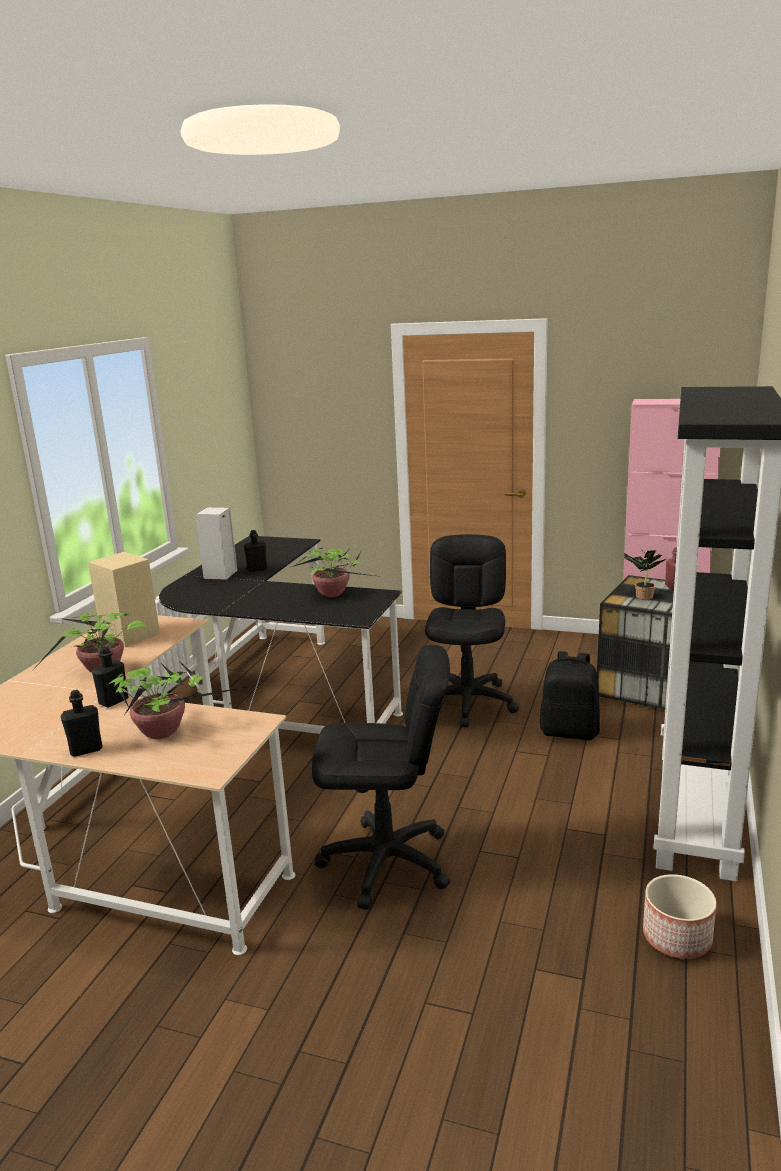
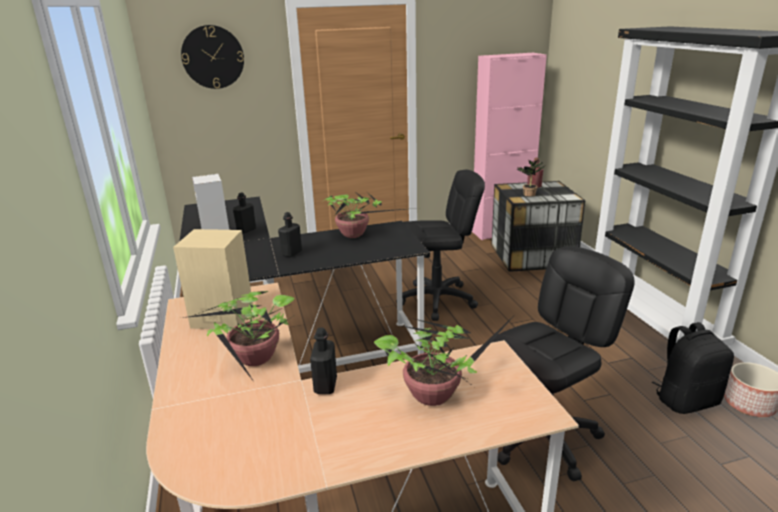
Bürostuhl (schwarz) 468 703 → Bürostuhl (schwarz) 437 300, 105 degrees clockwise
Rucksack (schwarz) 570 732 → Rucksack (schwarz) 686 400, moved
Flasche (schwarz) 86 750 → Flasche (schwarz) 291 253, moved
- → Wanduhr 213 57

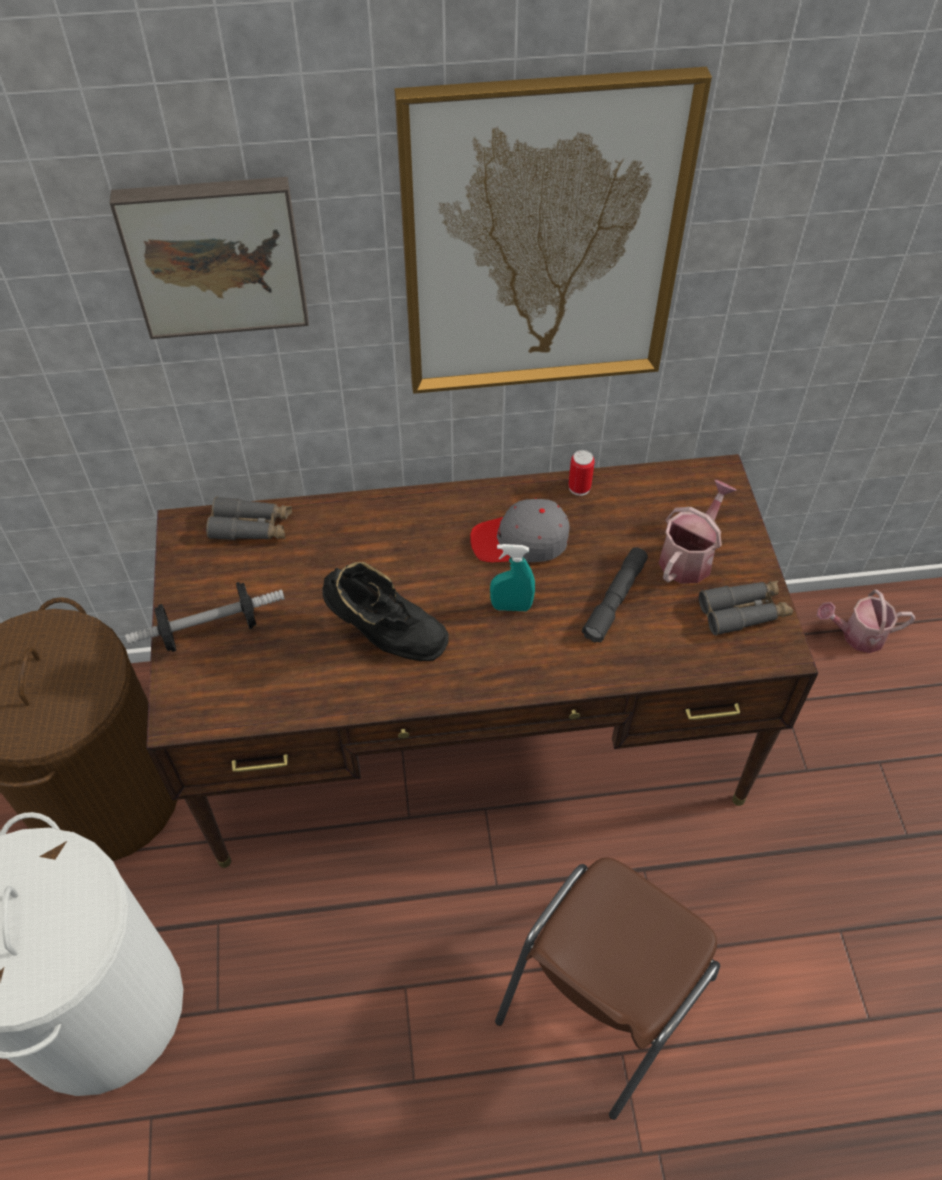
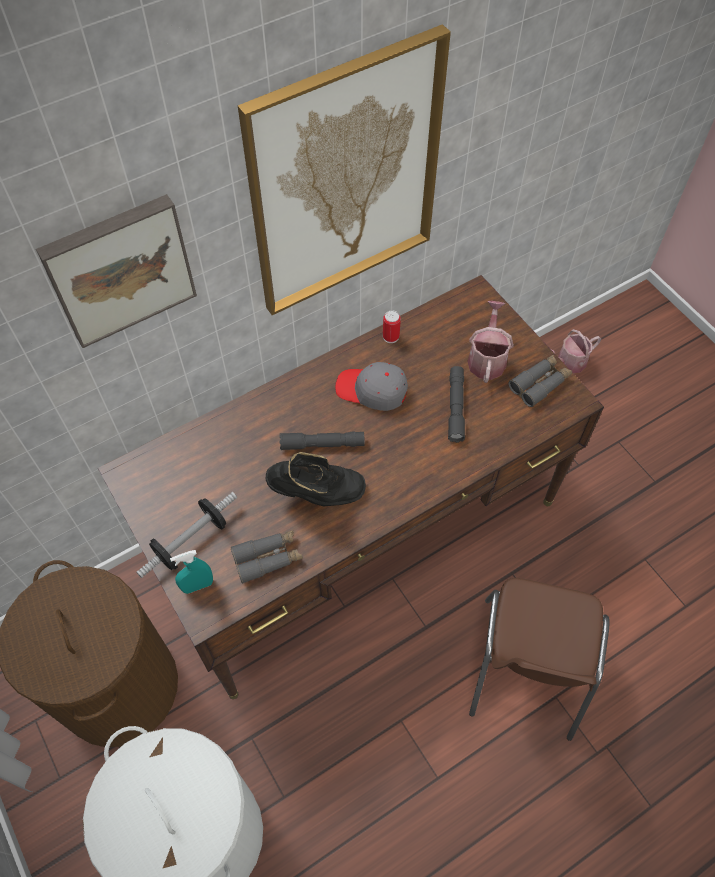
Fernglas (grau) 252 527 → Fernglas (grau) 268 558, moved
Kappe (grau) 520 541 → Kappe (grau) 372 390, 45 degrees clockwise
Sprühflasche (türkis) 511 607 → Sprühflasche (türkis) 197 586, moved
- → Taschenlampe (grau) 322 444

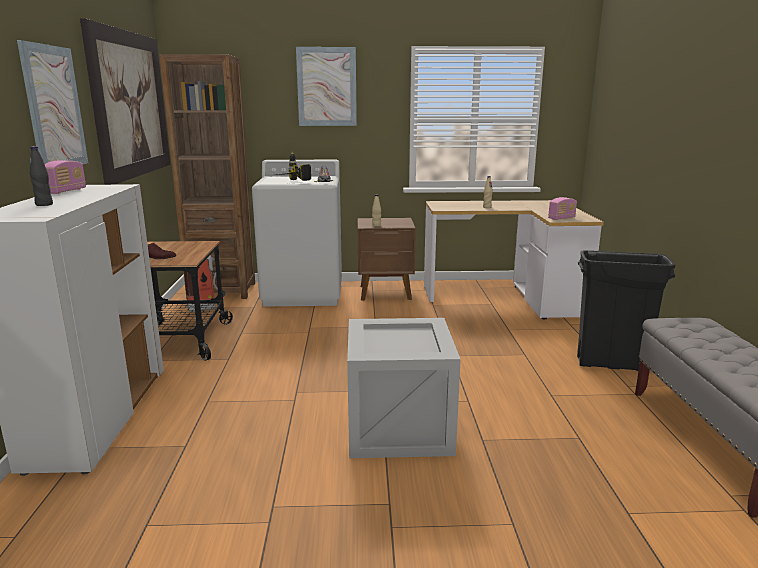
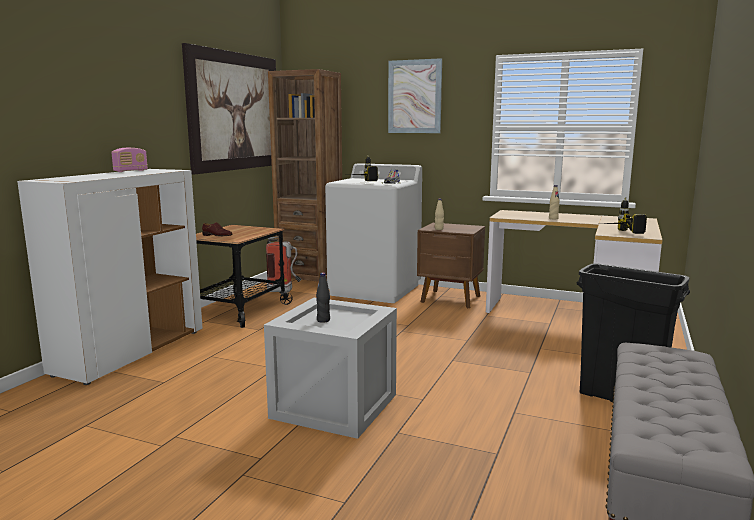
Bild 54 108 → -
Flasche (schwarz) 44 204 → Flasche (schwarz) 323 320, moved
Radio 561 218 → Bohrmaschine 616 233

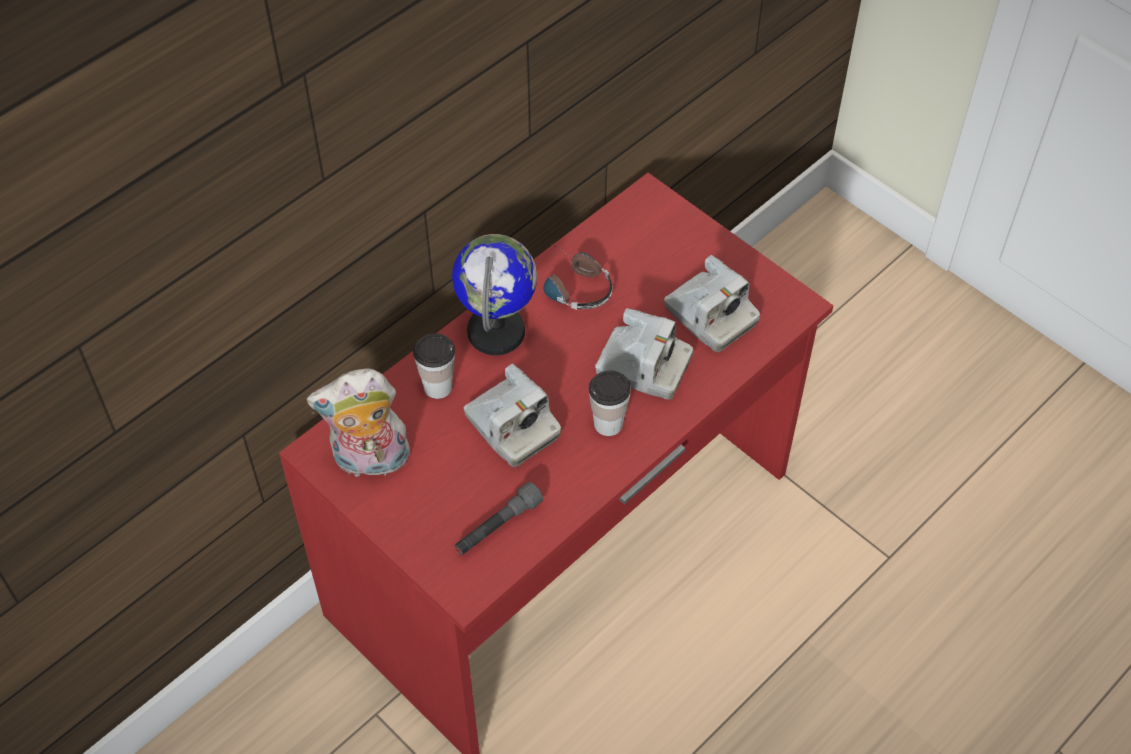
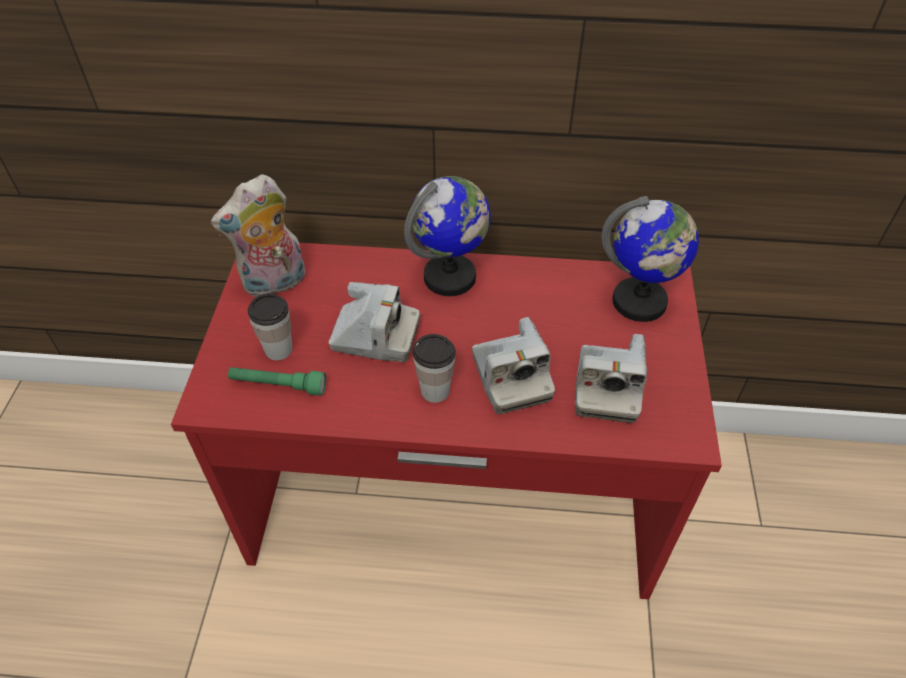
Kopfhörer 571 285 → -
Tasse 438 387 → Tasse 278 349, moved
Kamera 511 427 → Kamera 375 337, 90 degrees counterclockwise
Plüschtier 370 461 → Plüschtier 274 284, 75 degrees counterclockwise
Taschenlampe (grau) 497 526 → Taschenlampe (grün) 278 385
- → Globus 639 302

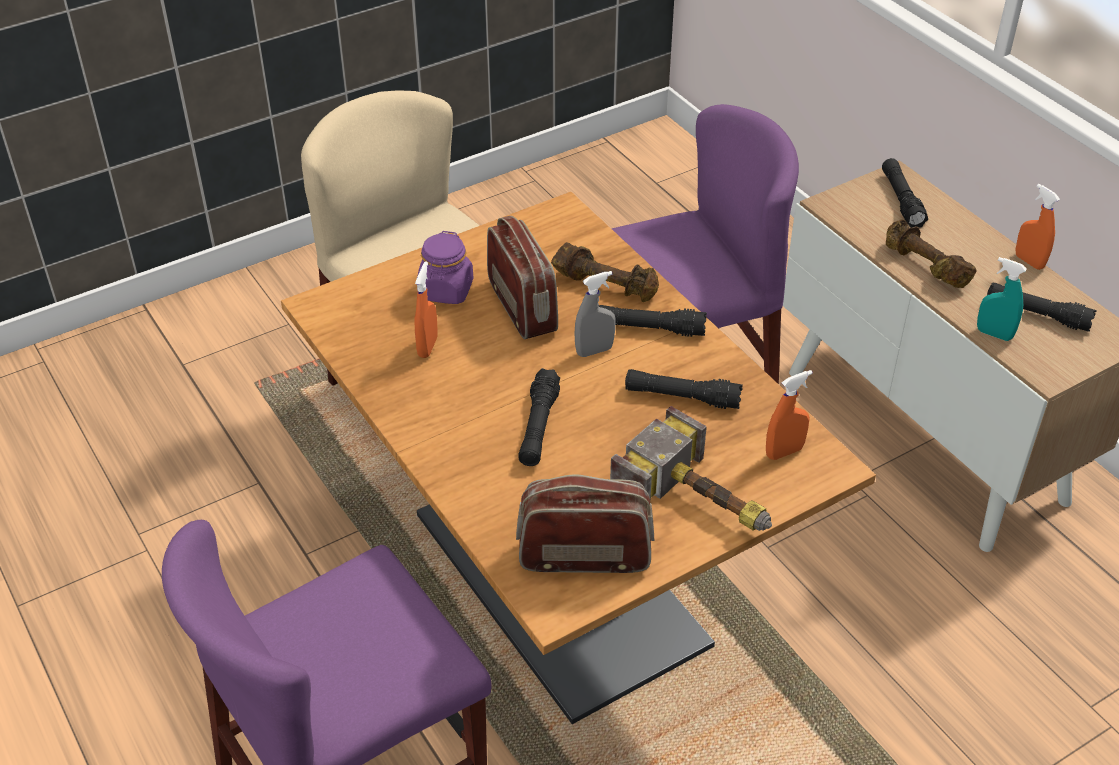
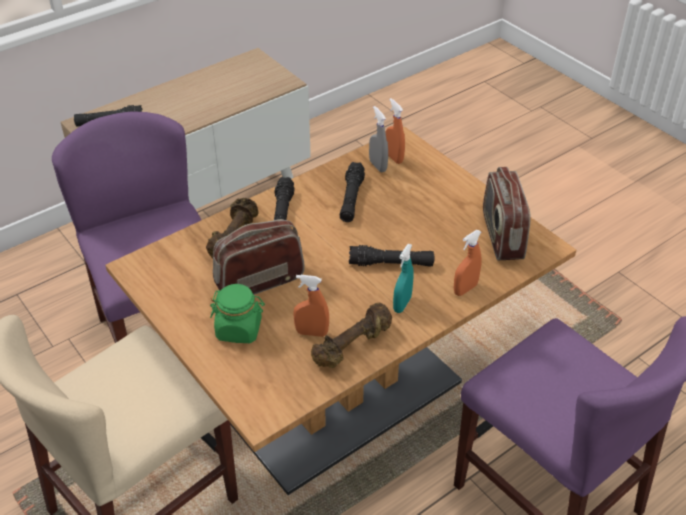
Sprühflasche (orange) 1029 261 → Sprühflasche (orange) 465 289, moved
Hantel (braun) 924 266 → Hantel (braun) 353 346, moved
Vorratsglas (lila) 446 290 → Vorratsglas (grün) 239 329
Sprühflasche (türkis) 994 334 → Sprühflasche (türkis) 402 304, moved
Sprühflasche (grau) 594 351 → Sprühflasche (grau) 378 166, moved
Taschenlampe (schwarz) 1037 314 → -
Hammer 702 502 → -

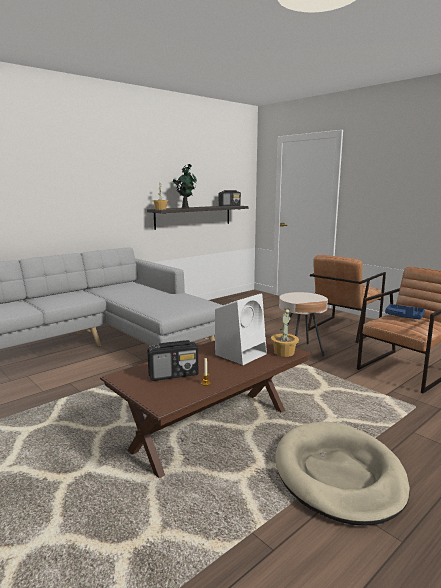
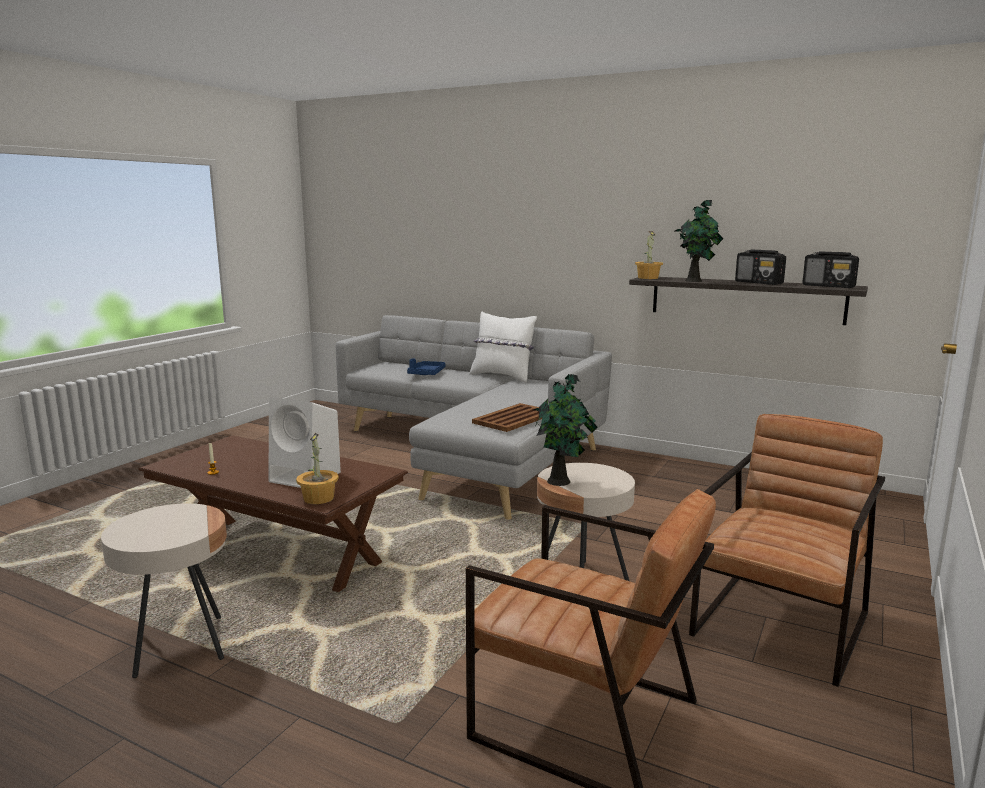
Sessel (braun) 343 329 → Sessel (braun) 781 624, 105 degrees clockwise
Tablett (blau) 404 316 → Tablett (blau) 426 374, moved
Radio 174 375 → Radio 759 283, moved
Hundebett (beige) 338 474 → Beistelltisch (beige) 179 646
- → Kissen (weiß) 502 376
- → Topfpflanze 561 481
- → Tablett (braun) 513 419

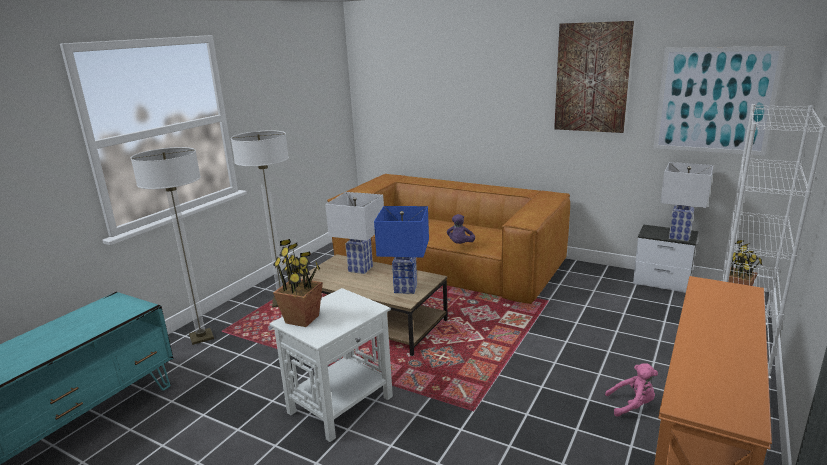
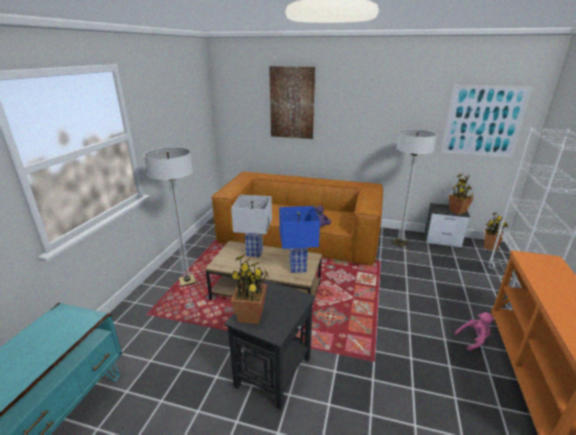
Bild 592 78 → Bild 292 103, moved
Stehlampe 201 337 → Stehlampe 399 243, moved
Tischlampe (weiß) 680 237 → Topfpflanze 457 211
Beistelltisch (weiß) 341 404 → Beistelltisch (schwarz) 274 371

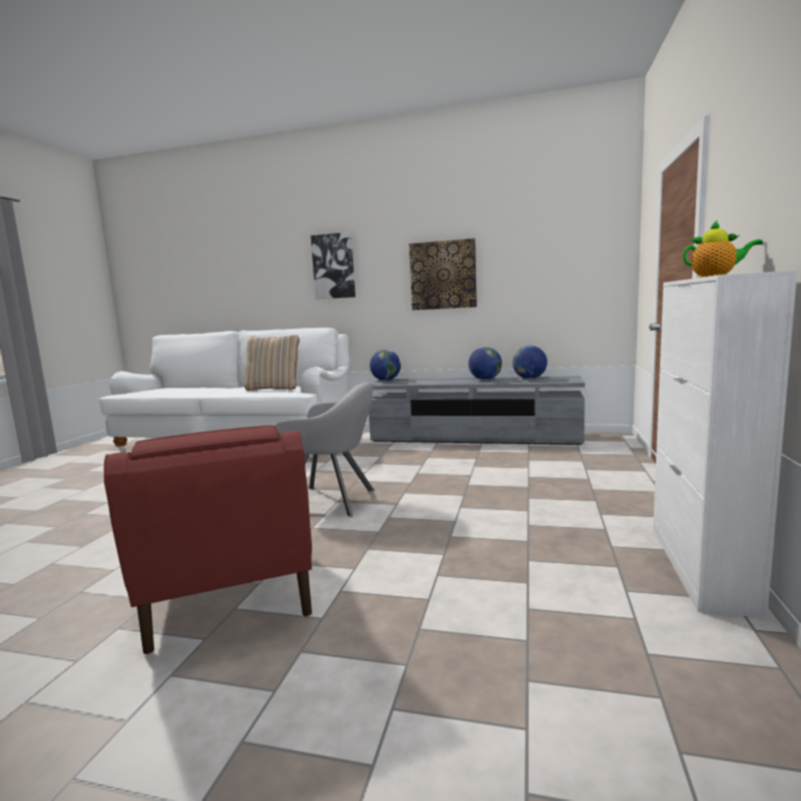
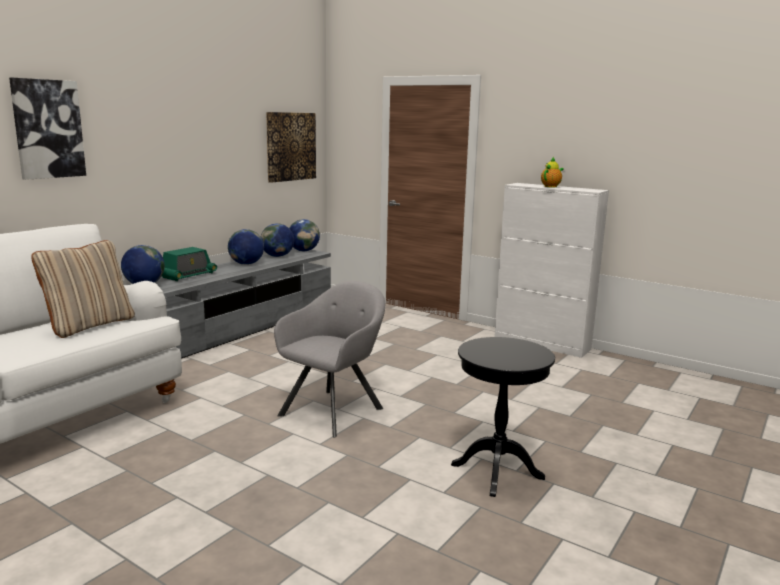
Bild 443 275 → Bild 290 146, moved
Sessel (rot) 230 596 → Beistelltisch (schwarz) 497 471
- → Globus 304 251
- → Radio 188 275

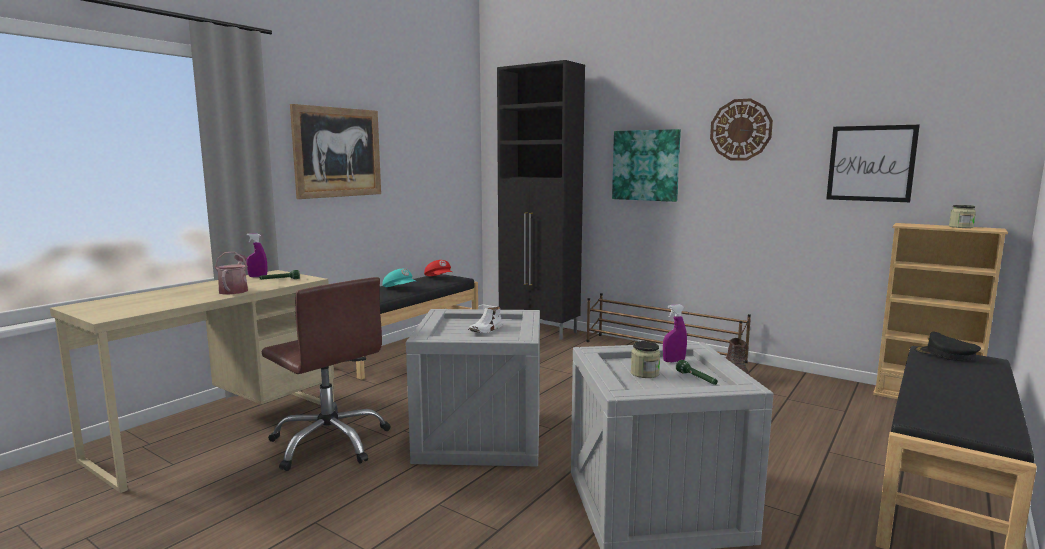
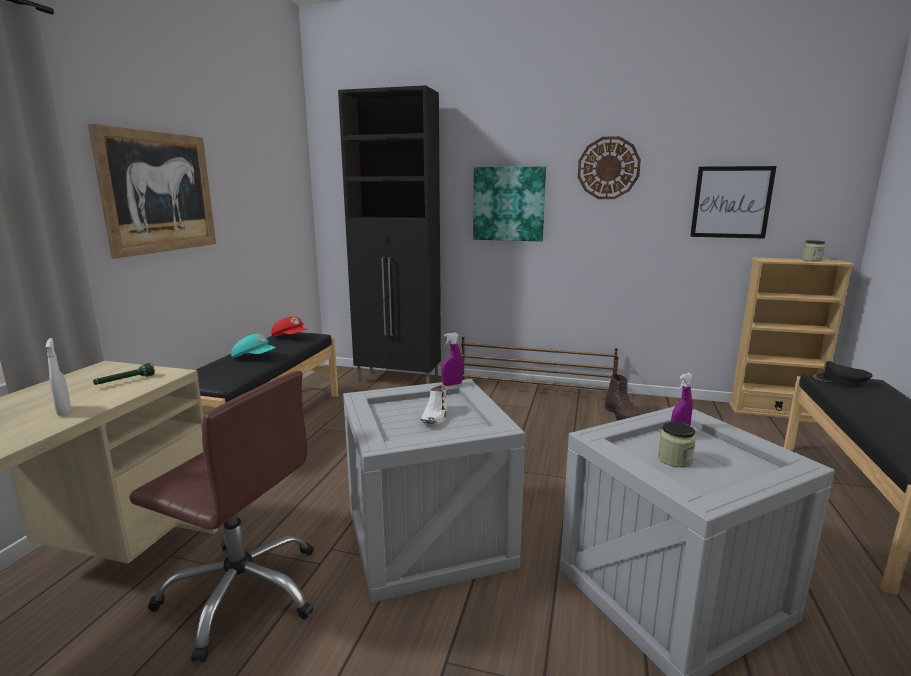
Sprühflasche (lila) 258 277 → Sprühflasche (lila) 452 384, moved
Gießkanne 234 290 → Sprühflasche (weiß) 64 411
Taschenlampe (grün) 697 379 → -

